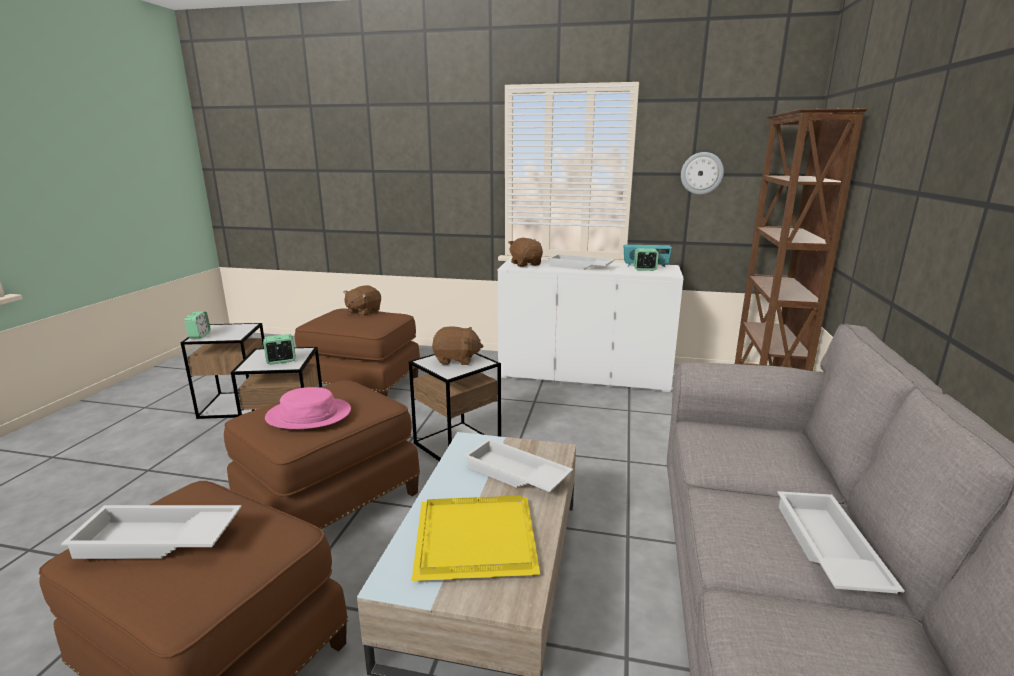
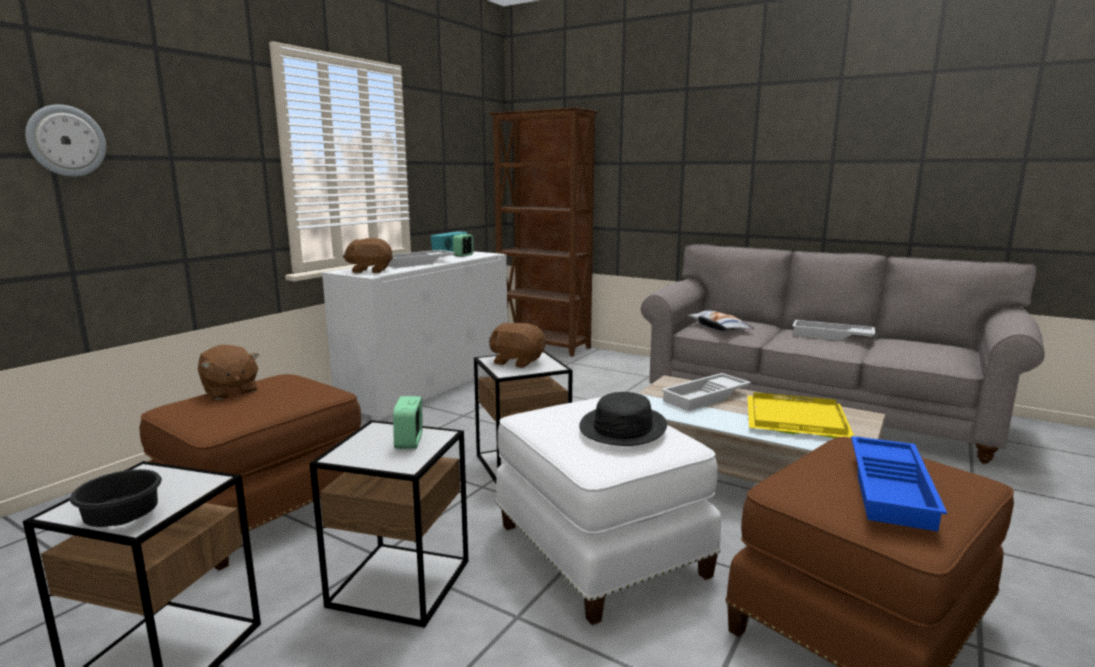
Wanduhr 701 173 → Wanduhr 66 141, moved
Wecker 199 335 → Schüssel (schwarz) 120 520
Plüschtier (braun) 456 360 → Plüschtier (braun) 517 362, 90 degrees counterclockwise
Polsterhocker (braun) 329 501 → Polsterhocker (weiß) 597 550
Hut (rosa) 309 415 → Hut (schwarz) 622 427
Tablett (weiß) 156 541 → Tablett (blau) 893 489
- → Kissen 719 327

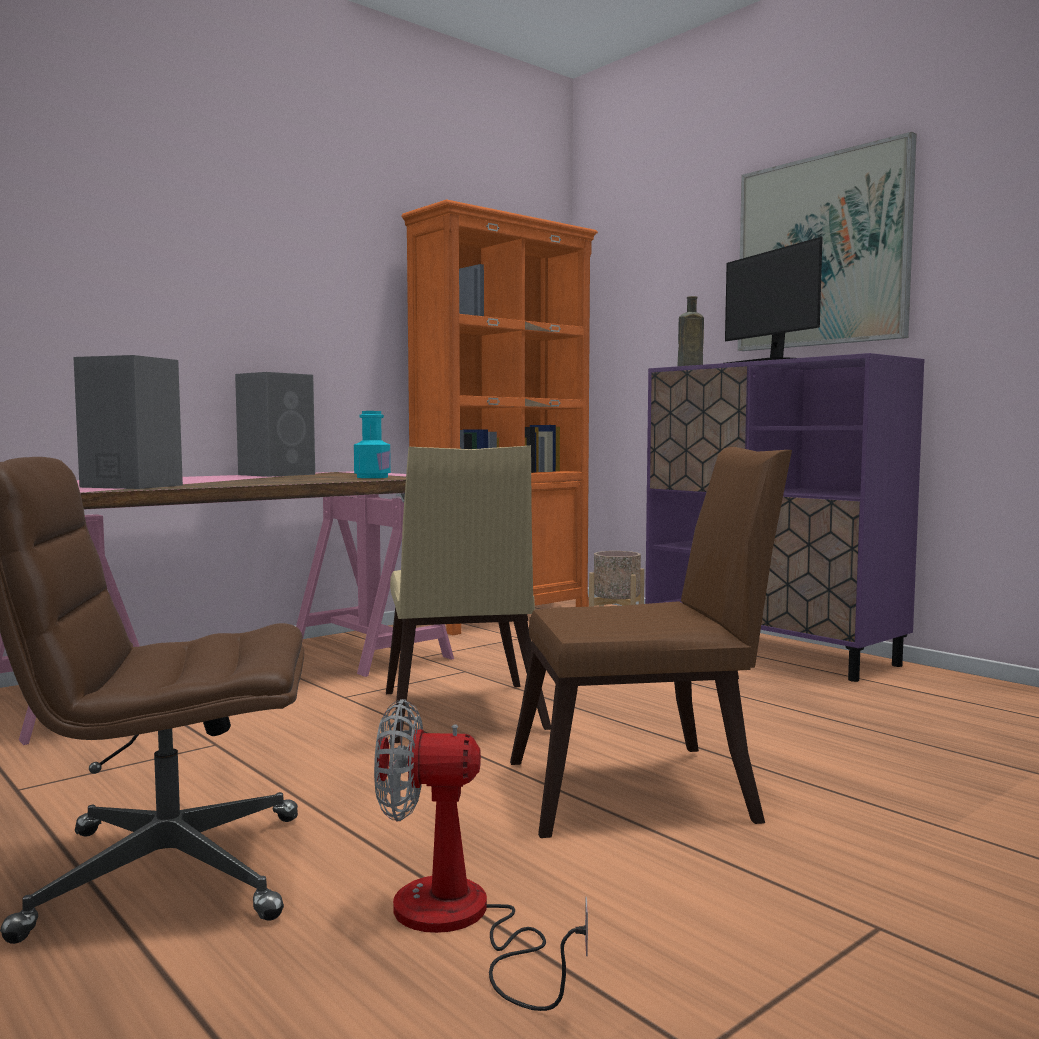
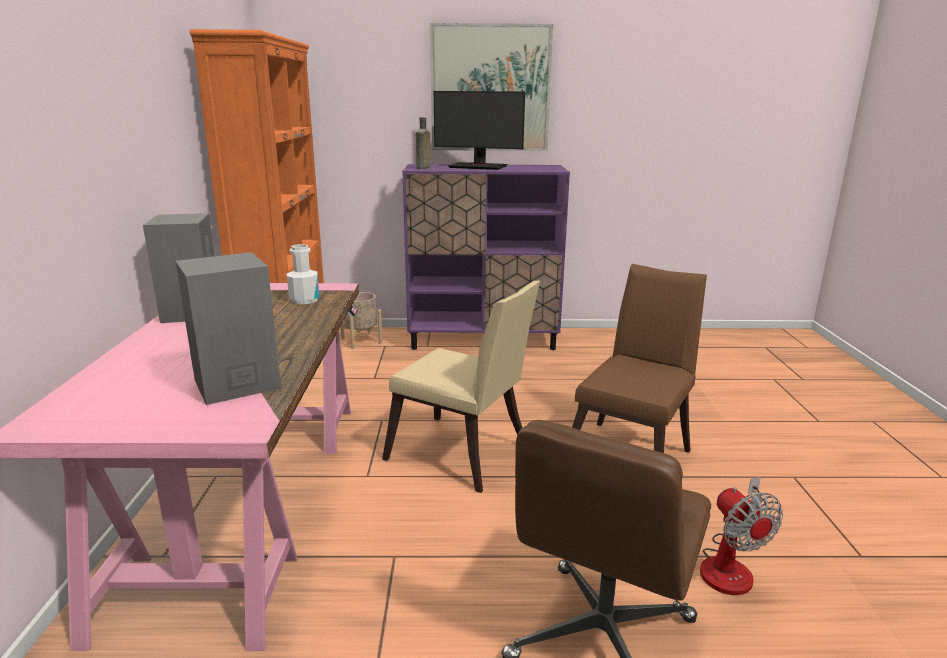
Flasche (türkis) 372 477 → Flasche (weiß) 304 300
Ventilator 459 923 → Ventilator 731 565, 60 degrees counterclockwise

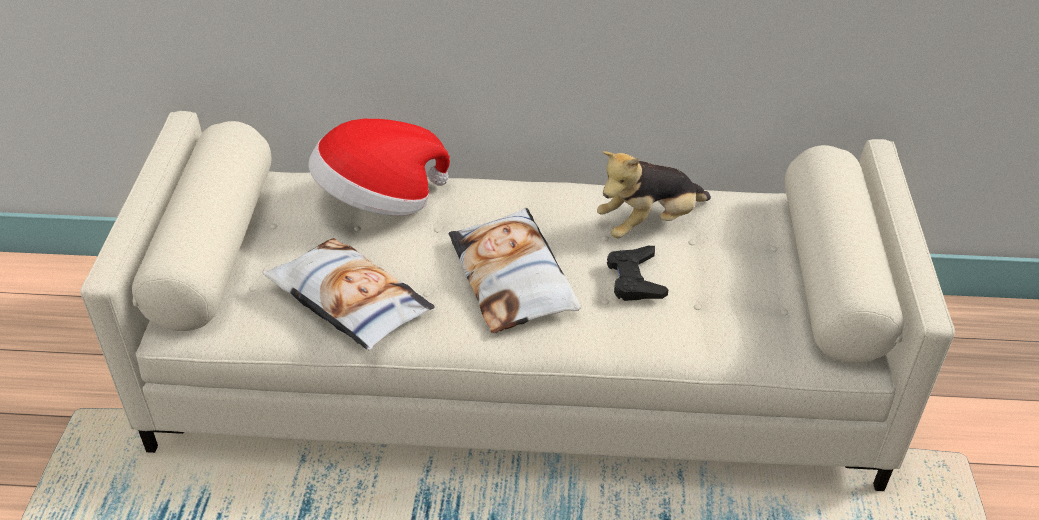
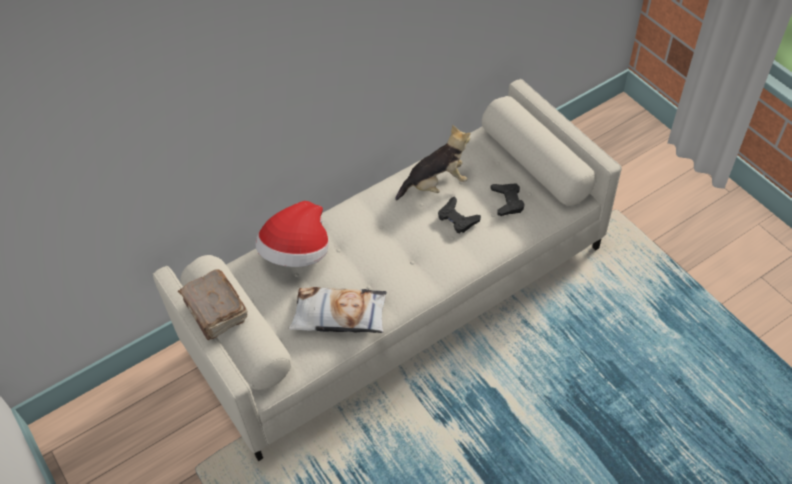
Plüschtier 649 223 → Plüschtier 436 184, 135 degrees counterclockwise
Kissen 513 278 → -
- → Gamepad (schwarz) 507 201
- → Buch (braun) 215 311

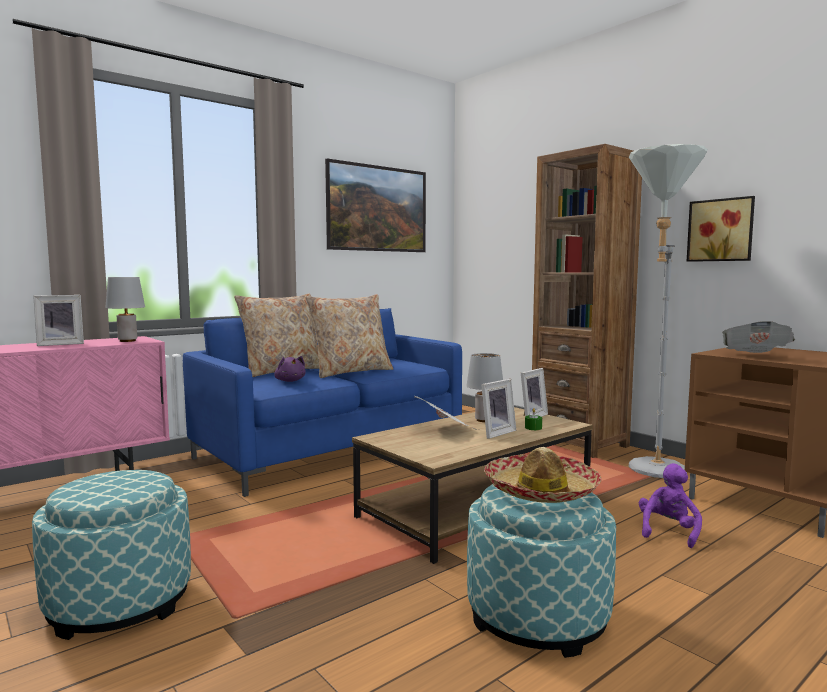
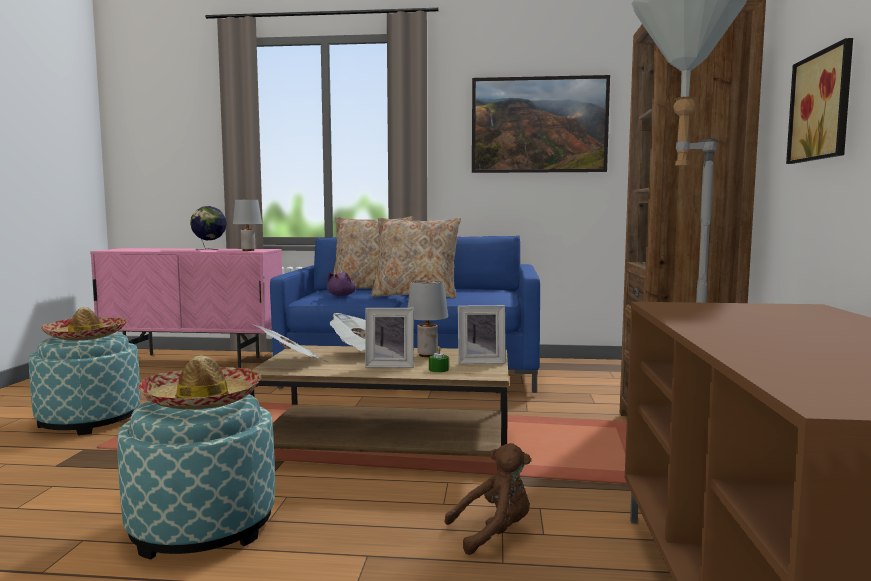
Bilderrahmen 61 344 → Globus 209 249
Zeitung 755 356 → Zeitung 292 363, moved
Plüschtier (lila) 668 531 → Plüschtier (braun) 494 533
- → Hut 86 336

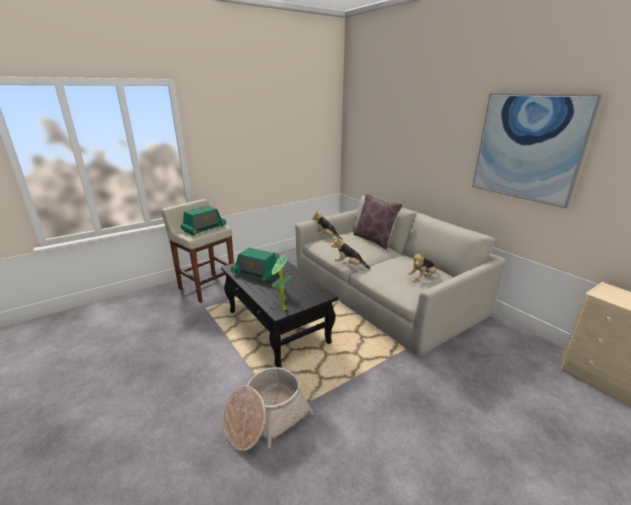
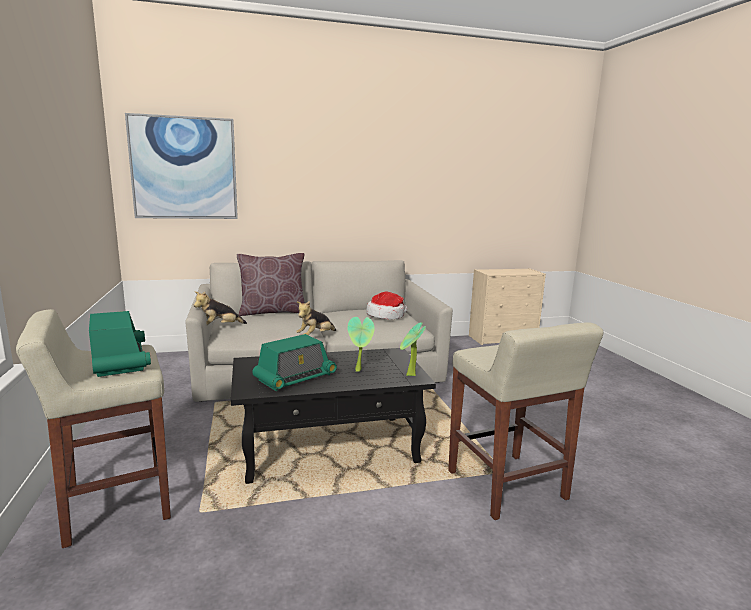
Bild 528 147 → Bild 184 168, moved
Plüschtier 422 277 → Hut 386 315
Korb 266 419 → Hocker (beige) 507 486

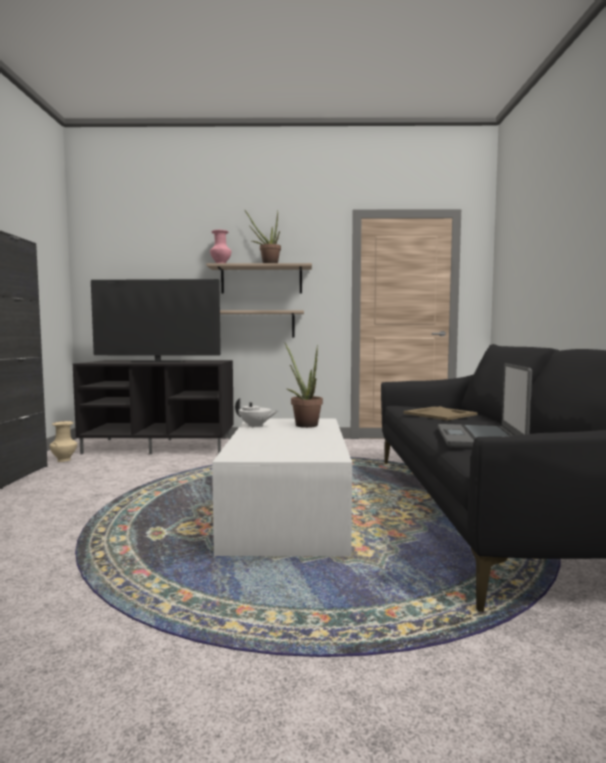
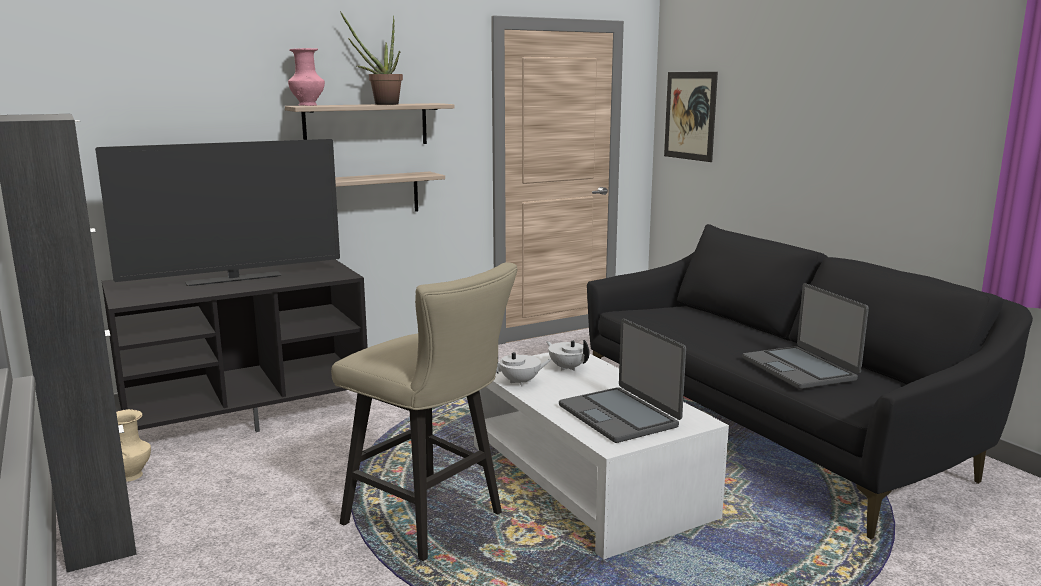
Topfpflanze 303 424 → Teekanne (weiß) 567 367
Tablett (beige) 440 414 → -
- → Bild 690 116
- → Hocker (beige) 431 521
- → Laptop 619 416

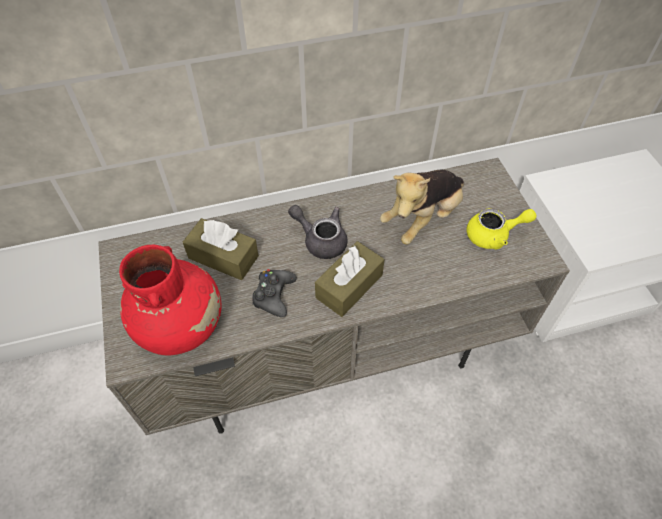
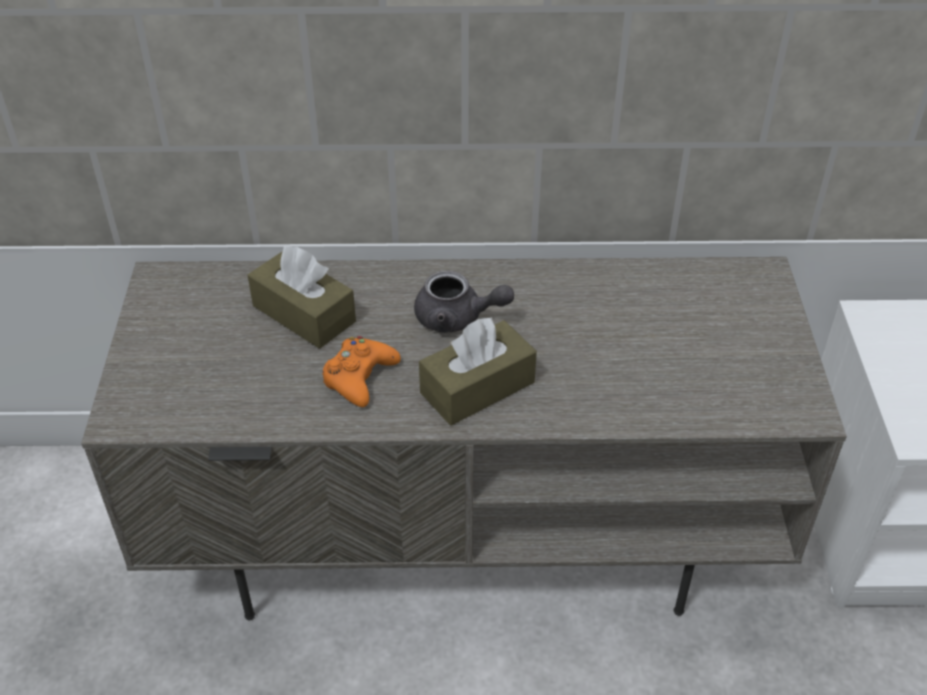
Plüschtier 423 218 → -
Teekanne (grau) 321 240 → Teekanne (grau) 457 318, 150 degrees clockwise
Teekanne (gelb) 493 235 → -
Vase (rot) 181 325 → -
Gamepad (schwarz) 274 295 → Gamepad (orange) 359 377

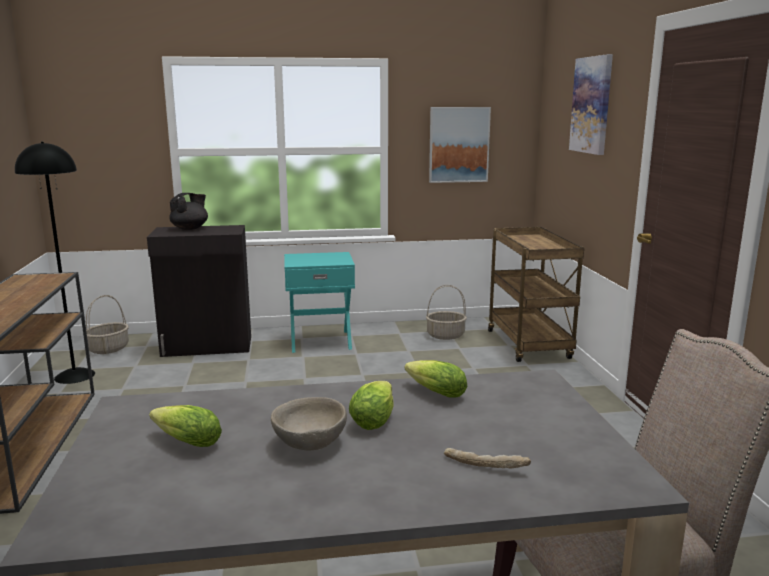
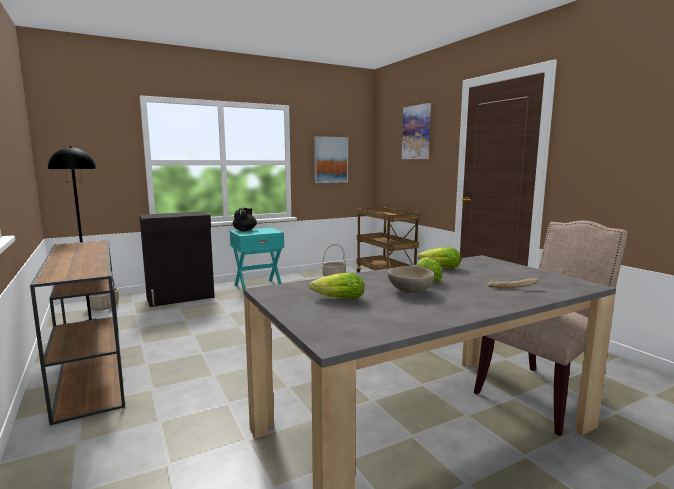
Teekanne (schwarz) 190 228 → Teekanne (schwarz) 245 230, moved

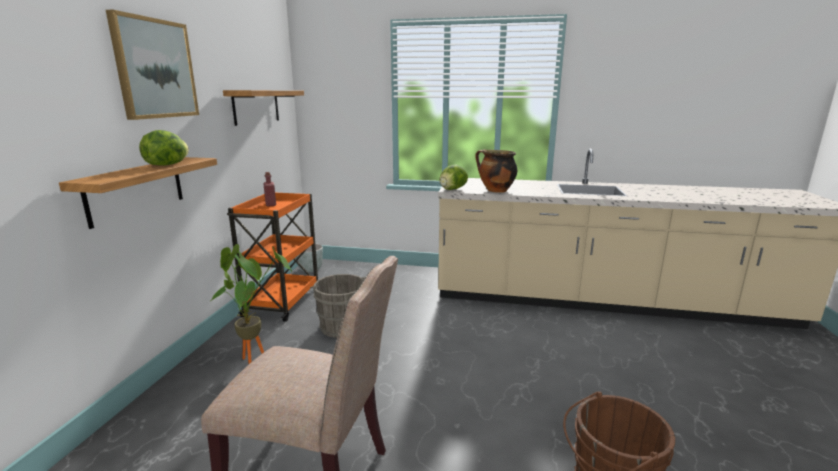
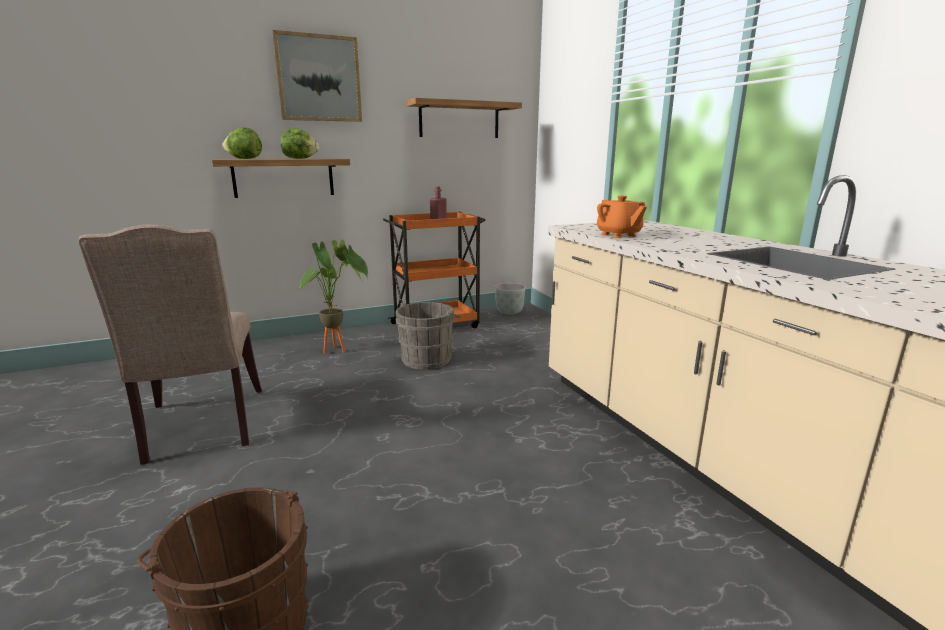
Kochtopf 495 191 → Teekanne (orange) 618 235
Salatkopf 452 189 → Salatkopf 244 159, moved

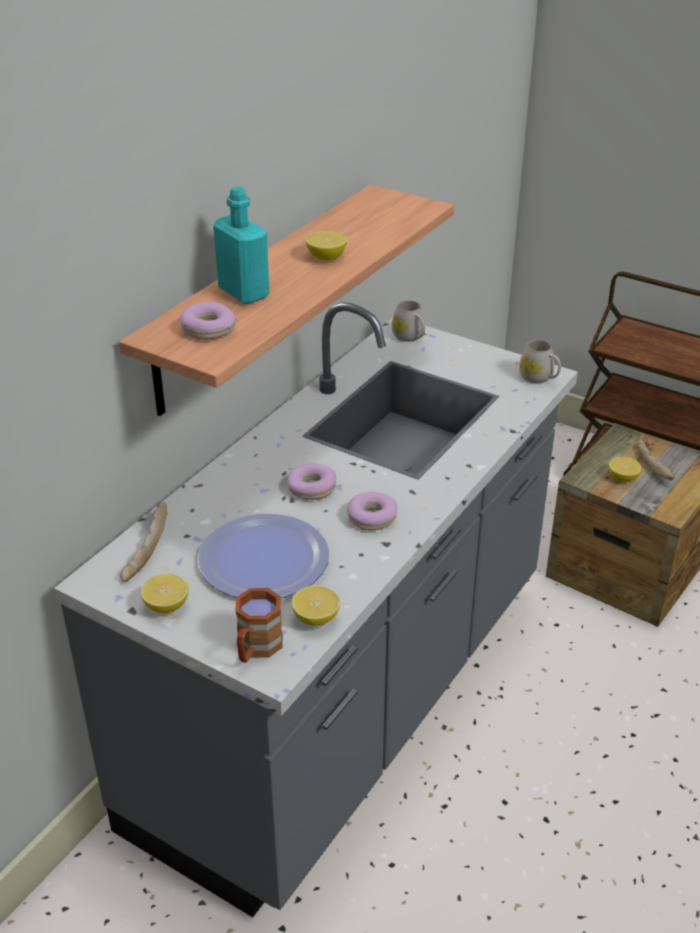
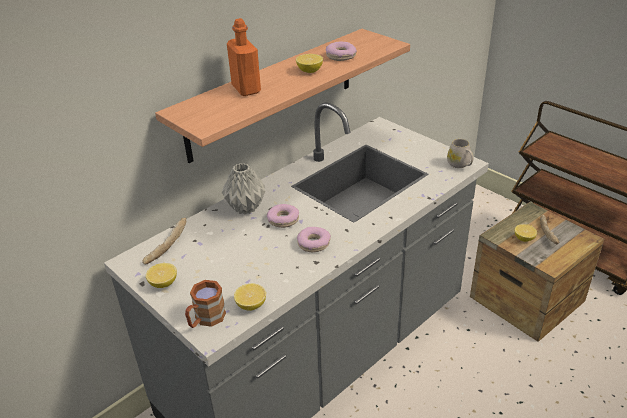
Flasche (türkis) 244 293 → Flasche (orange) 246 89
Henkelbecher (weiß) 410 337 → -
Donut 208 329 → Donut 341 56, moved
Teller 264 559 → -
- → Vase (grau) 245 208

